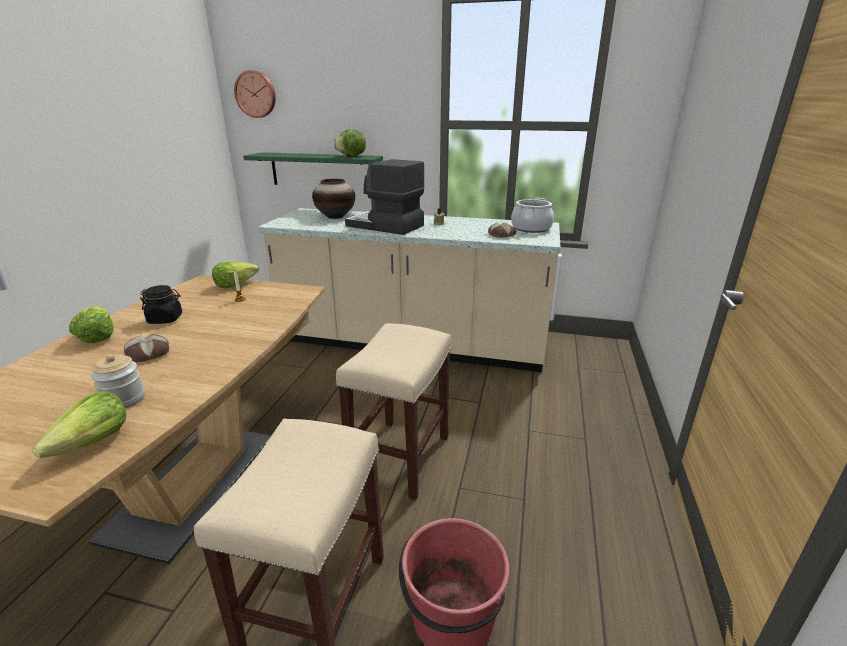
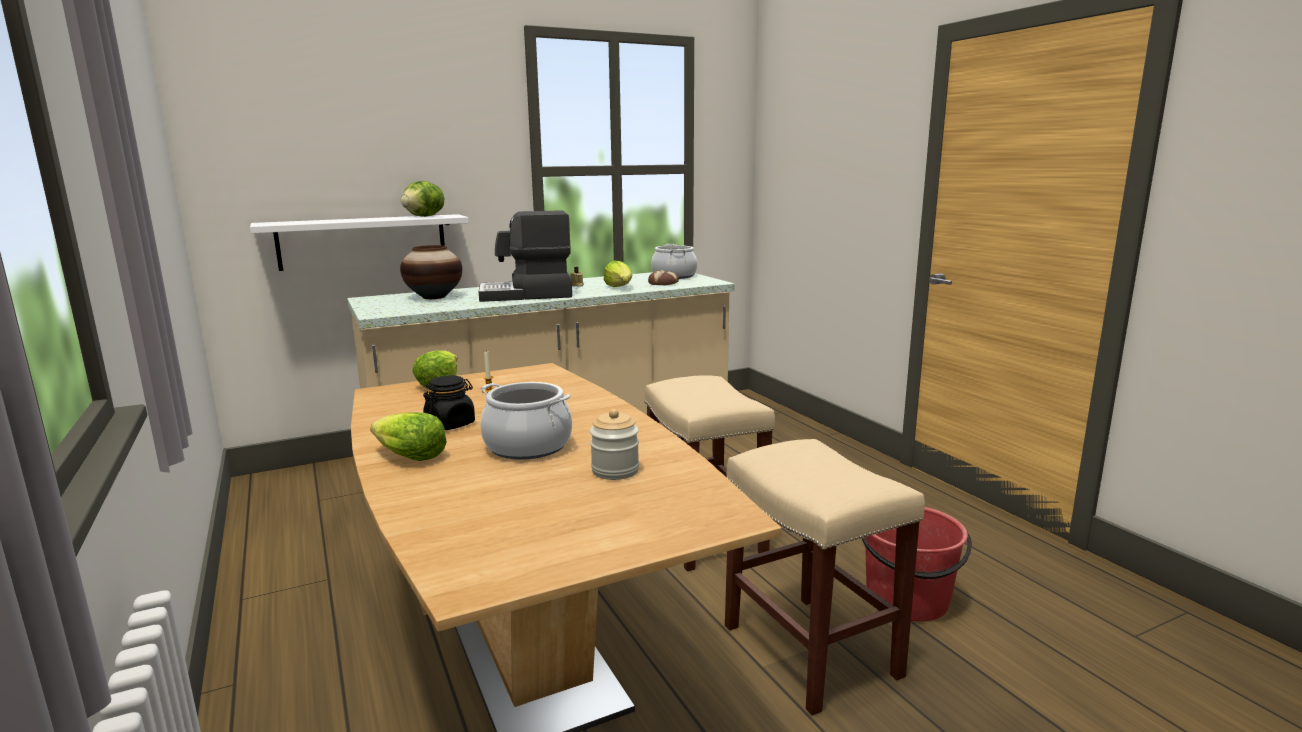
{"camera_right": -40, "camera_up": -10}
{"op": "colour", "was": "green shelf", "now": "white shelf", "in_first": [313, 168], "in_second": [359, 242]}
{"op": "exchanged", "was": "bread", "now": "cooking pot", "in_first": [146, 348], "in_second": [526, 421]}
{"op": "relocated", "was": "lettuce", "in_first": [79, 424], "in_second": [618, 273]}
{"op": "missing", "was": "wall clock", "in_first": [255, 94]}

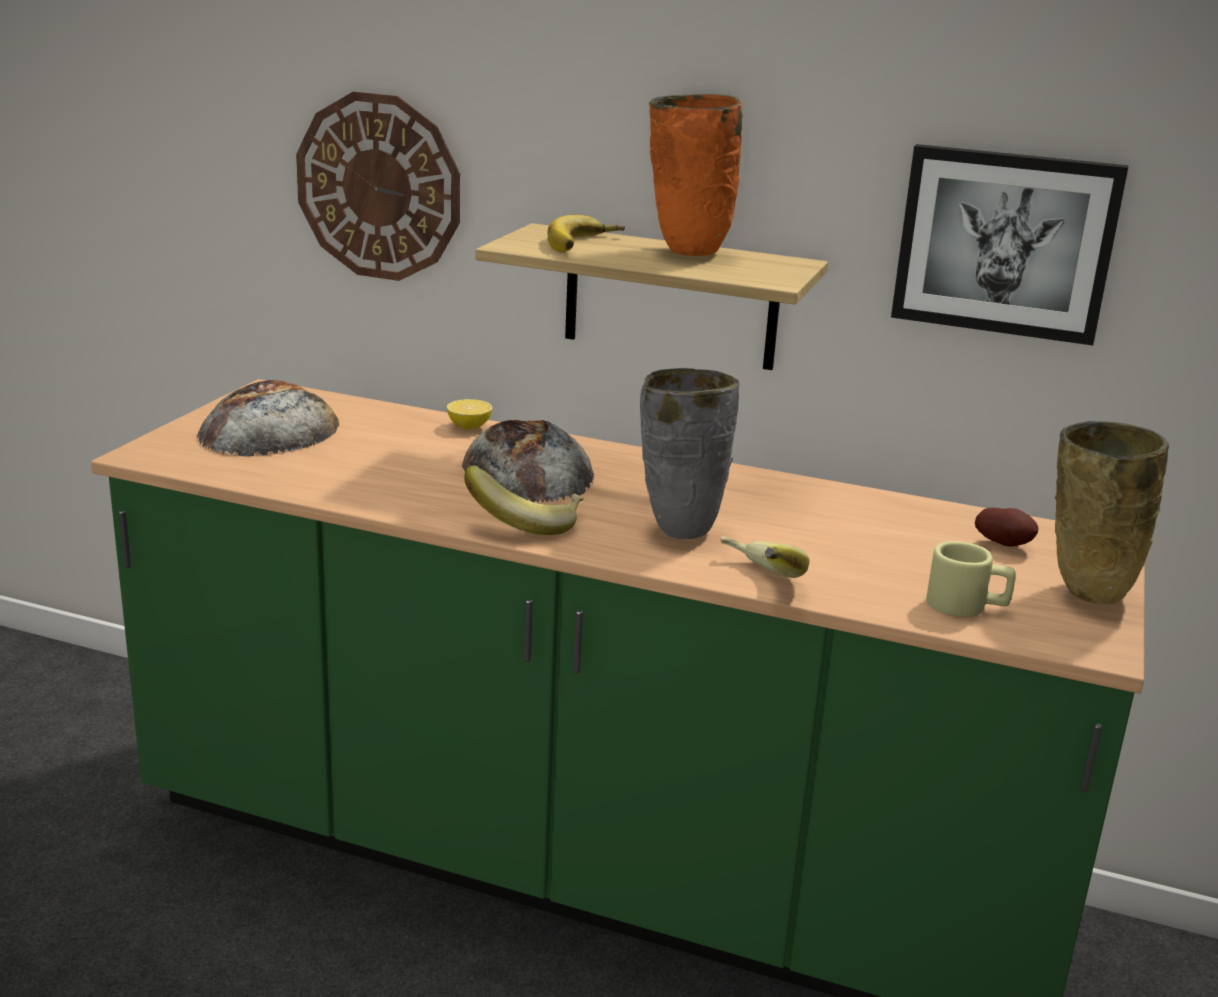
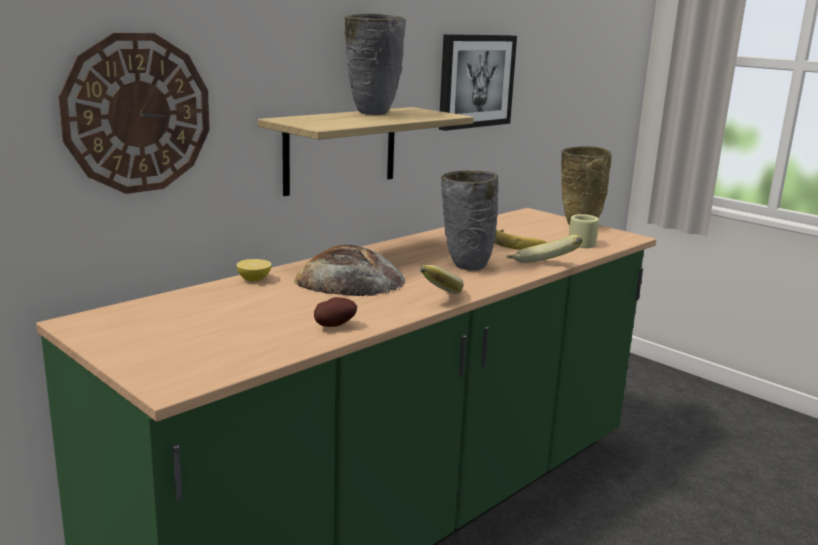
{"camera_right": -65, "camera_up": -5}
{"op": "relocated", "was": "potato", "in_first": [1006, 527], "in_second": [335, 312]}
{"op": "colour", "was": "orange vase", "now": "grey vase", "in_first": [695, 175], "in_second": [375, 64]}
{"op": "relocated", "was": "banana", "in_first": [586, 234], "in_second": [520, 239]}
{"op": "missing", "was": "bread", "in_first": [268, 418]}

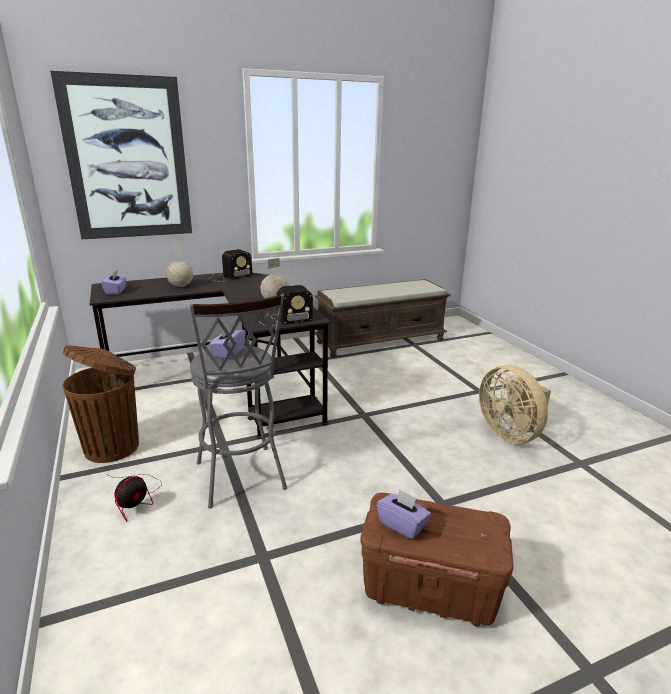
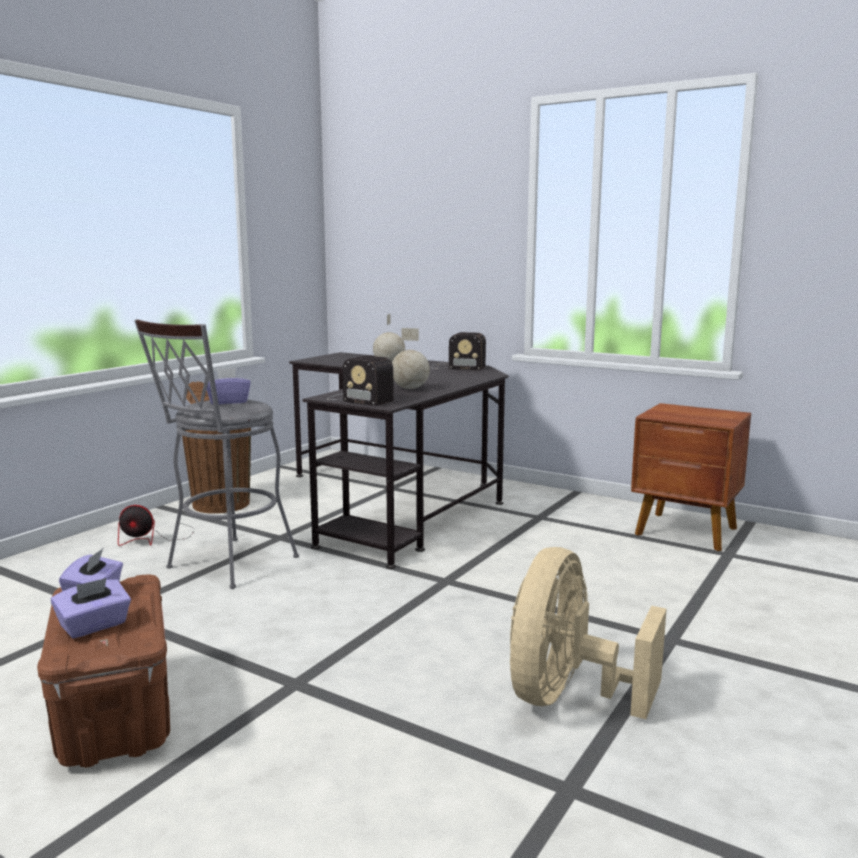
{"camera_right": 55, "camera_up": -10}
{"op": "relocated", "was": "purple tissue box", "in_first": [113, 282], "in_second": [91, 608]}
{"op": "exchanged", "was": "brown bench", "now": "brown nightstand", "in_first": [383, 318], "in_second": [691, 477]}
{"op": "missing", "was": "picture", "in_first": [121, 155]}

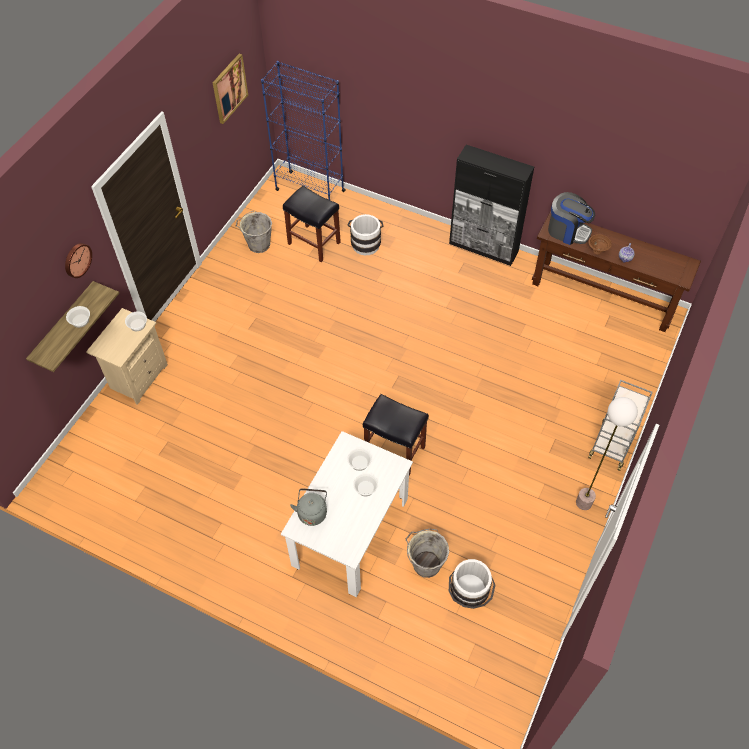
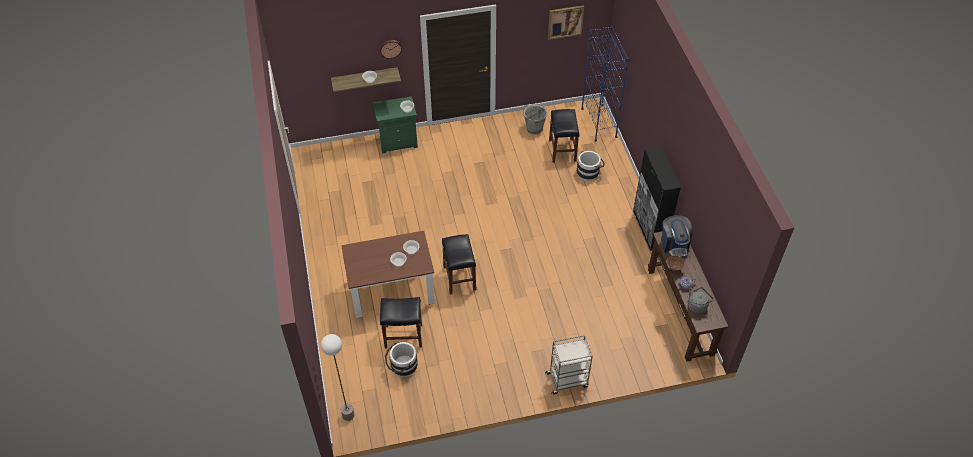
{"camera_right": 50, "camera_up": -5}
{"op": "relocated", "was": "floor lamp", "in_first": [607, 453], "in_second": [338, 377]}
{"op": "colour", "was": "white dining table", "now": "brown dining table", "in_first": [347, 514], "in_second": [388, 274]}
{"op": "colour", "was": "beige nightstand", "now": "green nightstand", "in_first": [127, 356], "in_second": [395, 125]}
{"op": "exchanged", "was": "grey bucket", "now": "black stool", "in_first": [427, 553], "in_second": [401, 323]}
{"op": "relocated", "was": "grey kettle", "in_first": [308, 507], "in_second": [701, 300]}

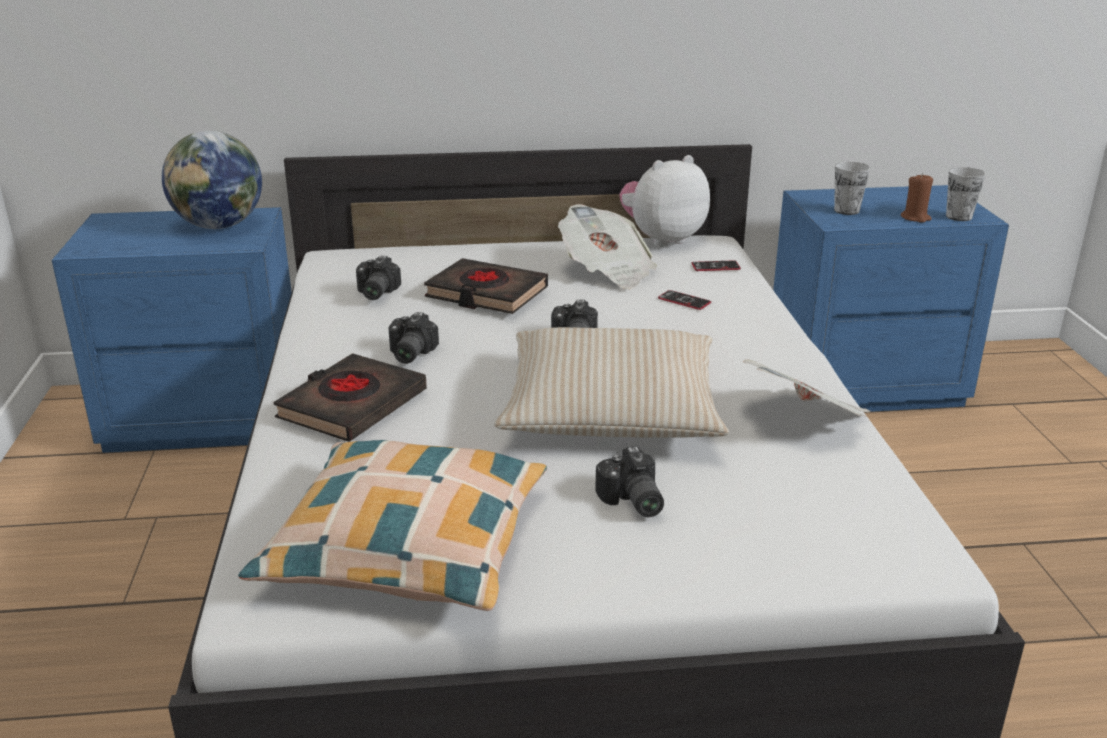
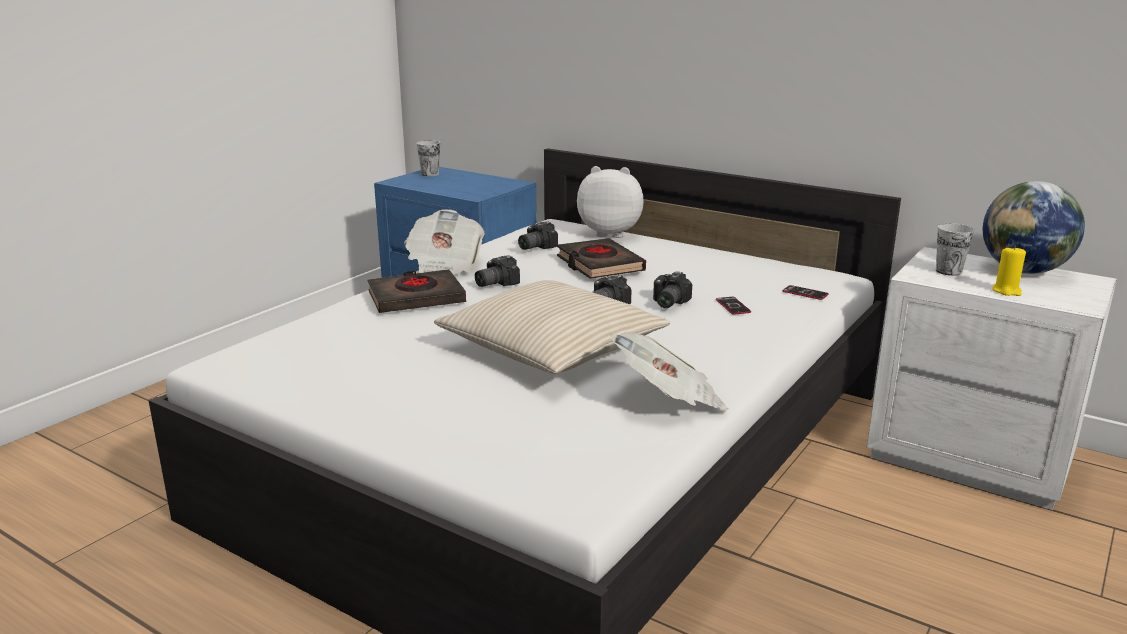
{"camera_right": 40, "camera_up": -5}
{"op": "relocated", "was": "newspaper", "in_first": [607, 246], "in_second": [444, 242]}
{"op": "relocated", "was": "cup", "in_first": [966, 194], "in_second": [428, 158]}
{"op": "relocated", "was": "plush toy", "in_first": [664, 201], "in_second": [610, 202]}
{"op": "relocated", "was": "photo camera", "in_first": [629, 481], "in_second": [672, 289]}
{"op": "colour", "was": "blue nightstand", "now": "white nightstand", "in_first": [891, 298], "in_second": [992, 378]}
{"op": "relocated", "was": "globe", "in_first": [212, 180], "in_second": [1034, 227]}
{"op": "colour", "was": "brown candle", "now": "yellow candle", "in_first": [917, 198], "in_second": [1009, 270]}
{"op": "missing", "was": "pillow", "in_first": [392, 525]}

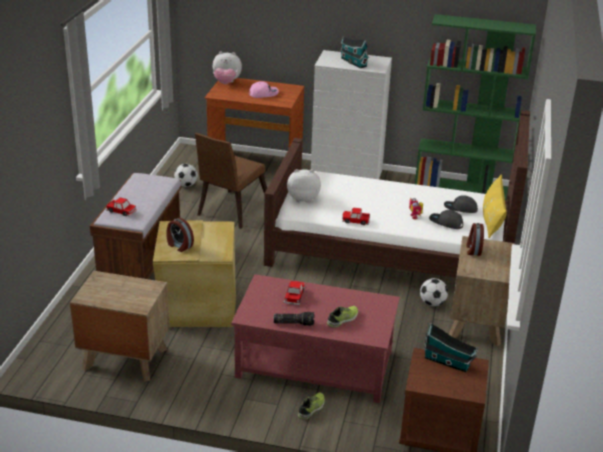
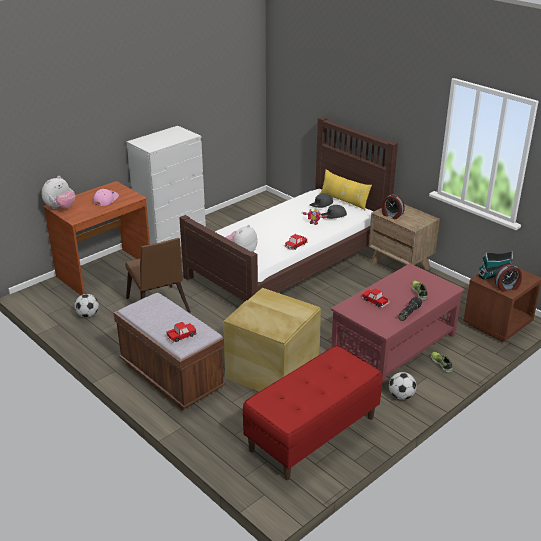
{"camera_right": -55, "camera_up": 0}
{"op": "exchanged", "was": "brown nightstand", "now": "red bench", "in_first": [120, 326], "in_second": [312, 412]}
{"op": "relocated", "was": "football", "in_first": [434, 292], "in_second": [402, 386]}
{"op": "relocated", "was": "alarm clock", "in_first": [180, 235], "in_second": [508, 278]}
{"op": "missing", "was": "toy house", "in_first": [354, 52]}
{"op": "missing", "was": "green bookcase", "in_first": [475, 107]}

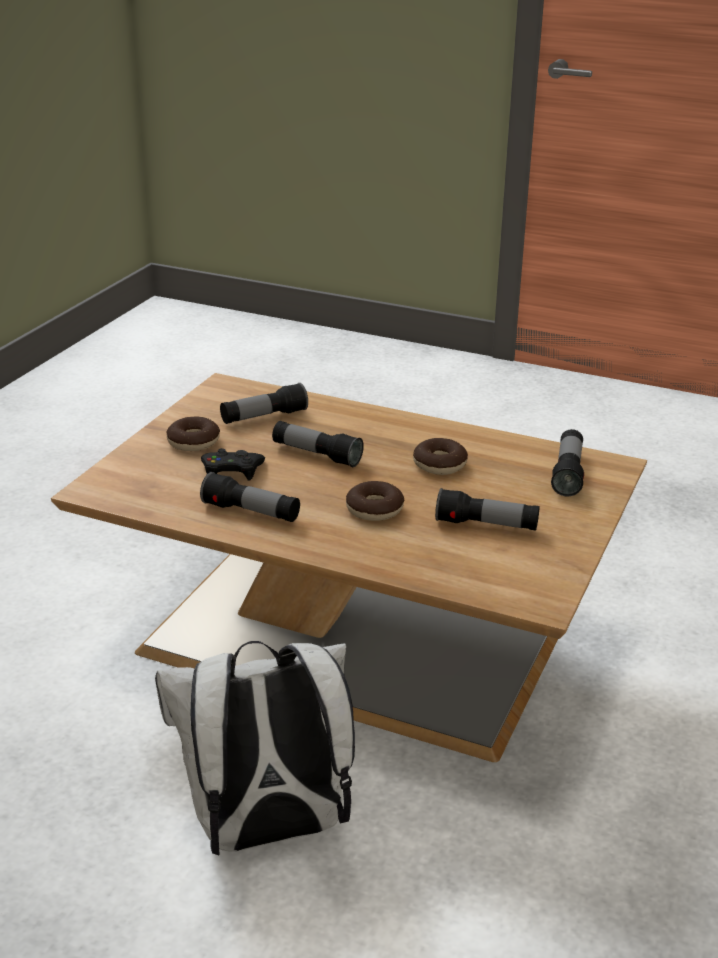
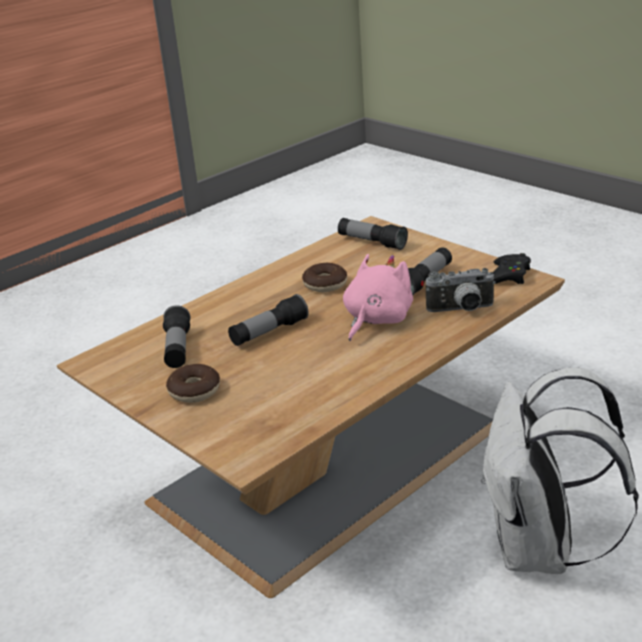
{"camera_right": -65, "camera_up": 0}
{"op": "exchanged", "was": "donut", "now": "pink plush toy", "in_first": [375, 501], "in_second": [378, 297]}
{"op": "appeared", "now": "photo camera", "in_second": [461, 290]}
{"op": "relocated", "was": "black game controller", "in_first": [233, 464], "in_second": [511, 268]}
{"op": "missing", "was": "flashlight", "in_first": [250, 497]}

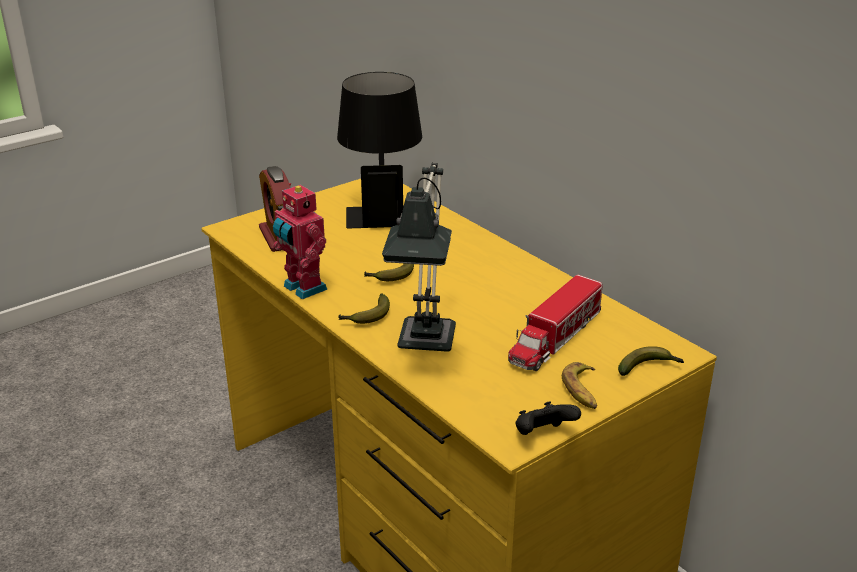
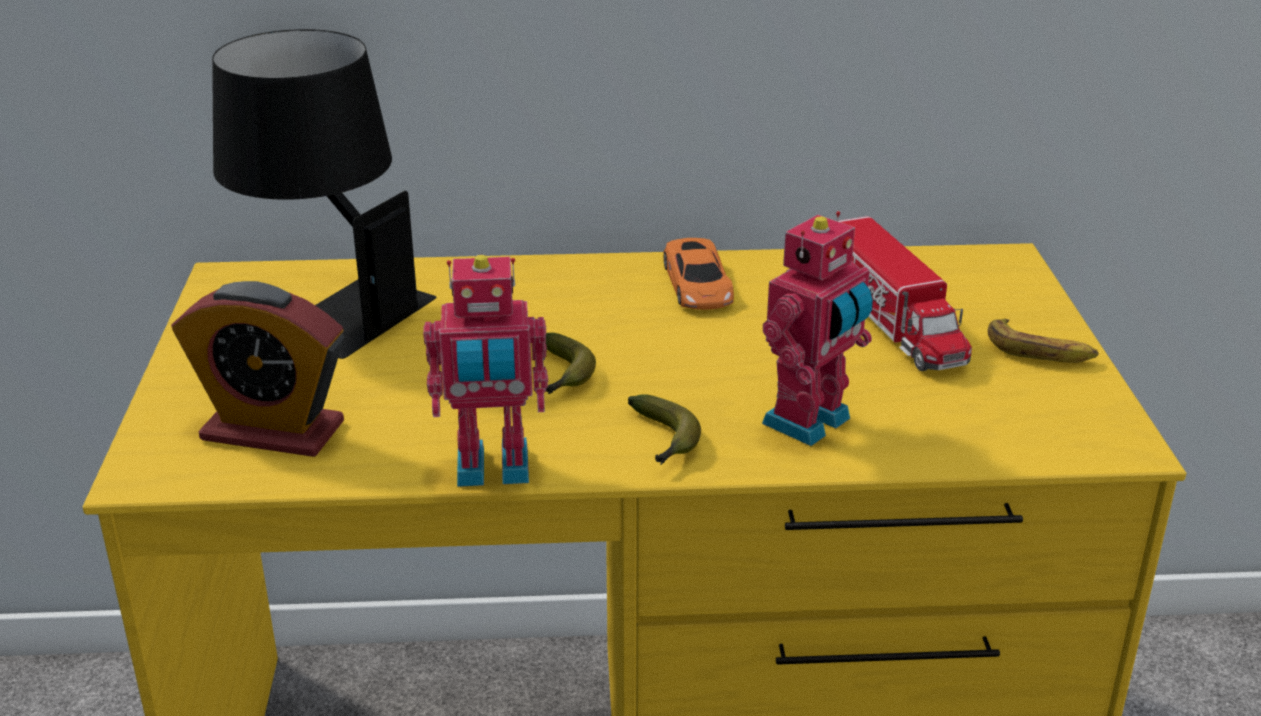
{"camera_right": -55, "camera_up": 0}
{"op": "appeared", "now": "orange toy car", "in_second": [698, 274]}
{"op": "exchanged", "was": "table lamp", "now": "toy robot", "in_first": [419, 257], "in_second": [817, 328]}
{"op": "missing", "was": "black game controller", "in_first": [548, 418]}
{"op": "missing", "was": "banana", "in_first": [651, 361]}

